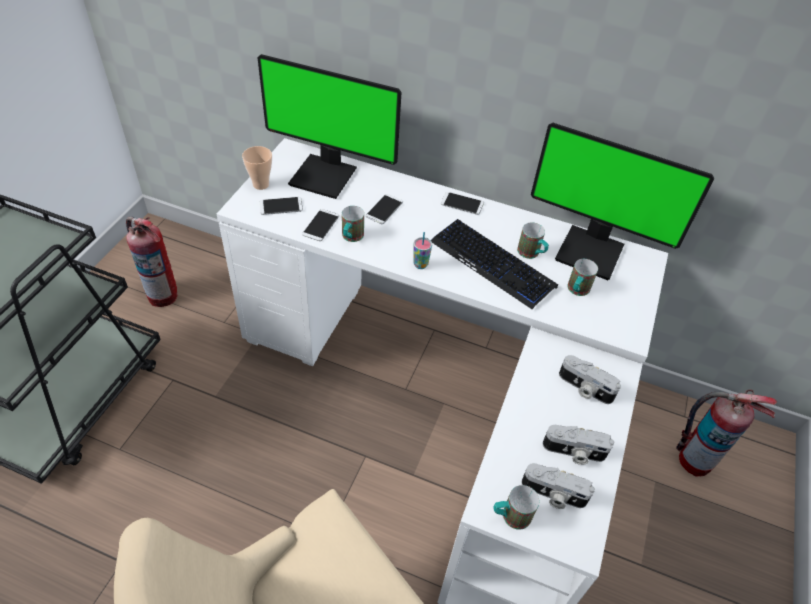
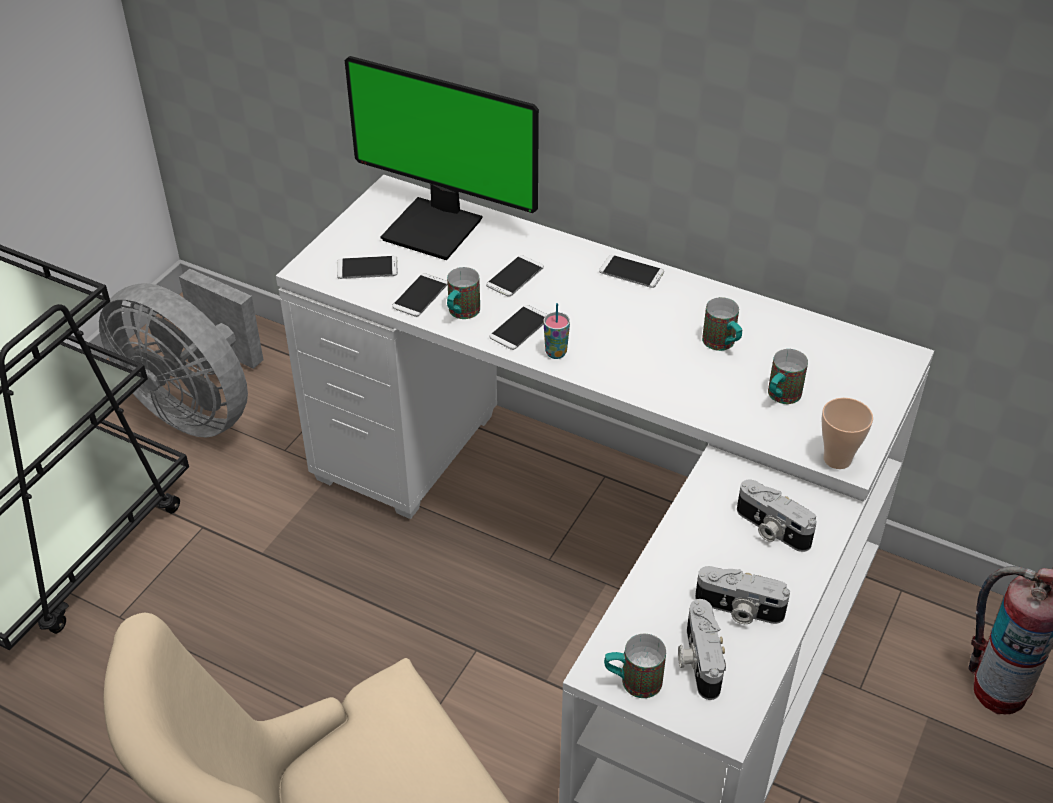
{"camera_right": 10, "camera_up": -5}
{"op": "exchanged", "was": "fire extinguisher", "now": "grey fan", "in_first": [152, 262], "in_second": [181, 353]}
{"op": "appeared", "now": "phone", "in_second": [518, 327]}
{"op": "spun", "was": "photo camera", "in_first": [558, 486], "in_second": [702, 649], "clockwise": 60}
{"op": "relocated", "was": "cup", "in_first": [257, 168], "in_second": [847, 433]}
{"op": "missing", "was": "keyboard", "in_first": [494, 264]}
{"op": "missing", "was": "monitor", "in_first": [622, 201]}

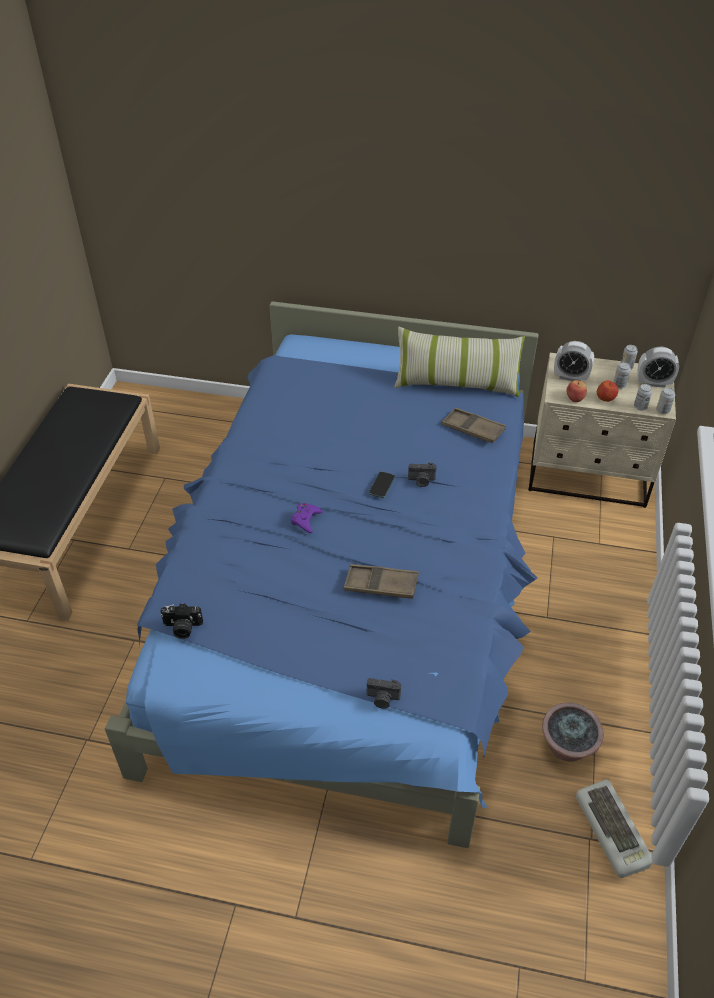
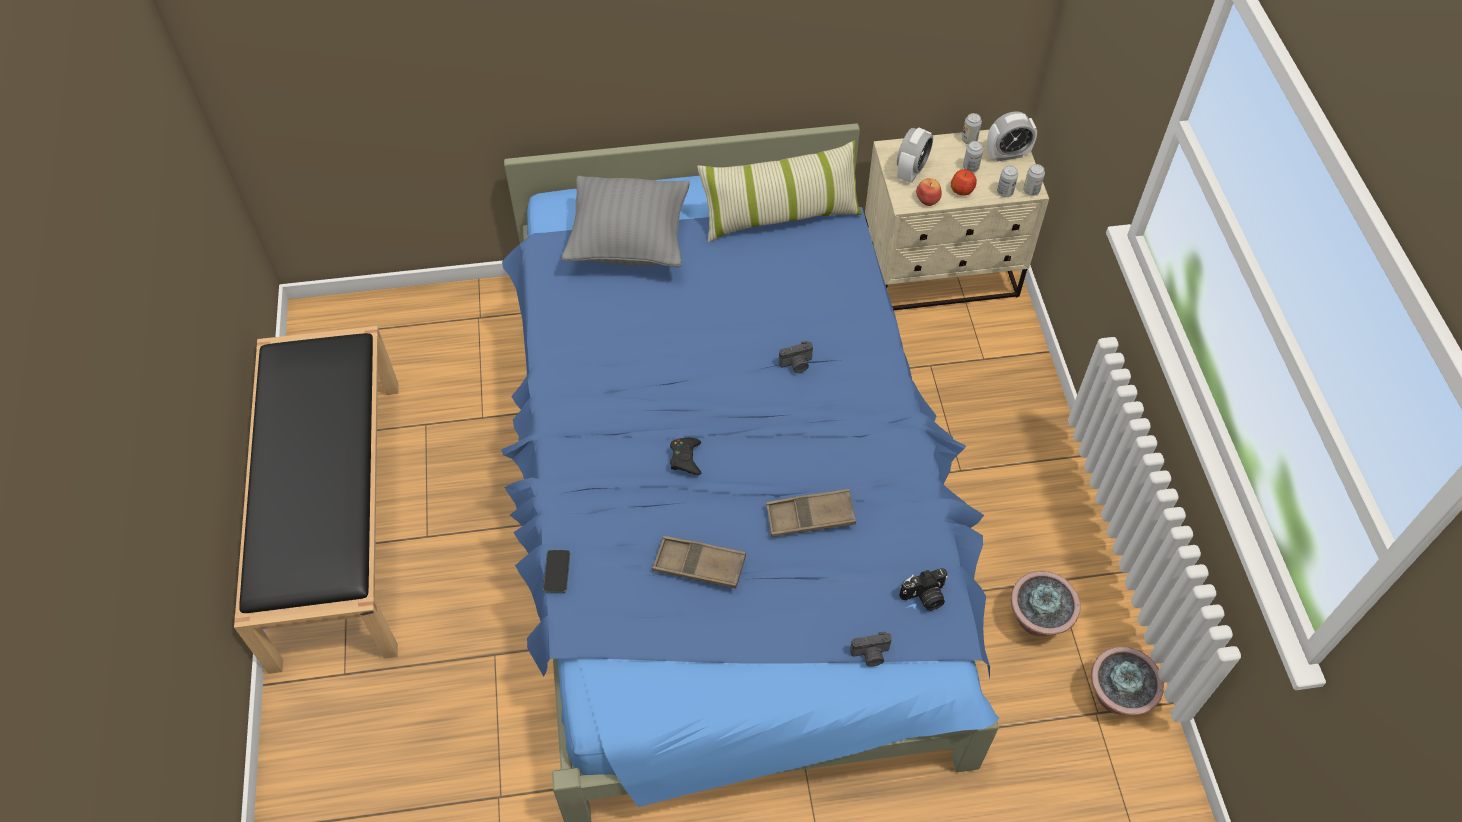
{"camera_right": -20, "camera_up": 10}
{"op": "relocated", "was": "phone", "in_first": [382, 484], "in_second": [556, 571]}
{"op": "appeared", "now": "grey pillow", "in_second": [625, 221]}
{"op": "relocated", "was": "brown tray", "in_first": [473, 425], "in_second": [699, 562]}
{"op": "colour", "was": "purple game controller", "now": "black game controller", "in_first": [307, 518], "in_second": [685, 456]}
{"op": "spun", "was": "alarm clock", "in_first": [574, 361], "in_second": [915, 155], "clockwise": -60}
{"op": "relocated", "was": "photo camera", "in_first": [181, 621], "in_second": [923, 589]}
{"op": "exchanged", "was": "keyboard", "now": "potted plant", "in_first": [614, 828], "in_second": [1127, 680]}

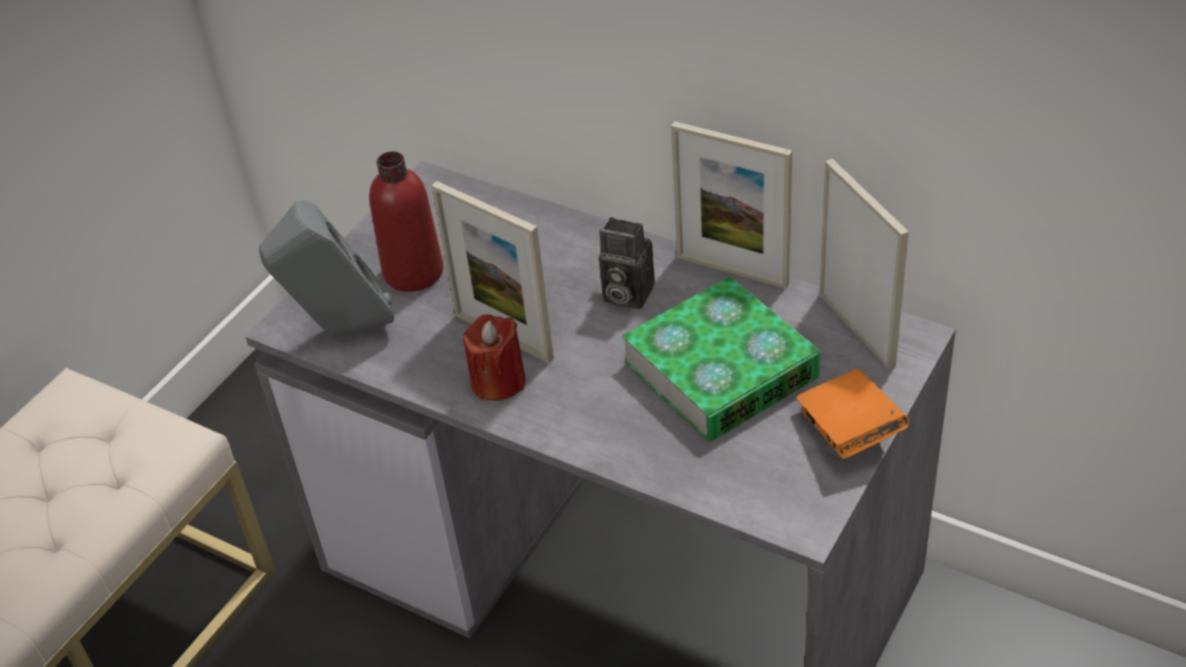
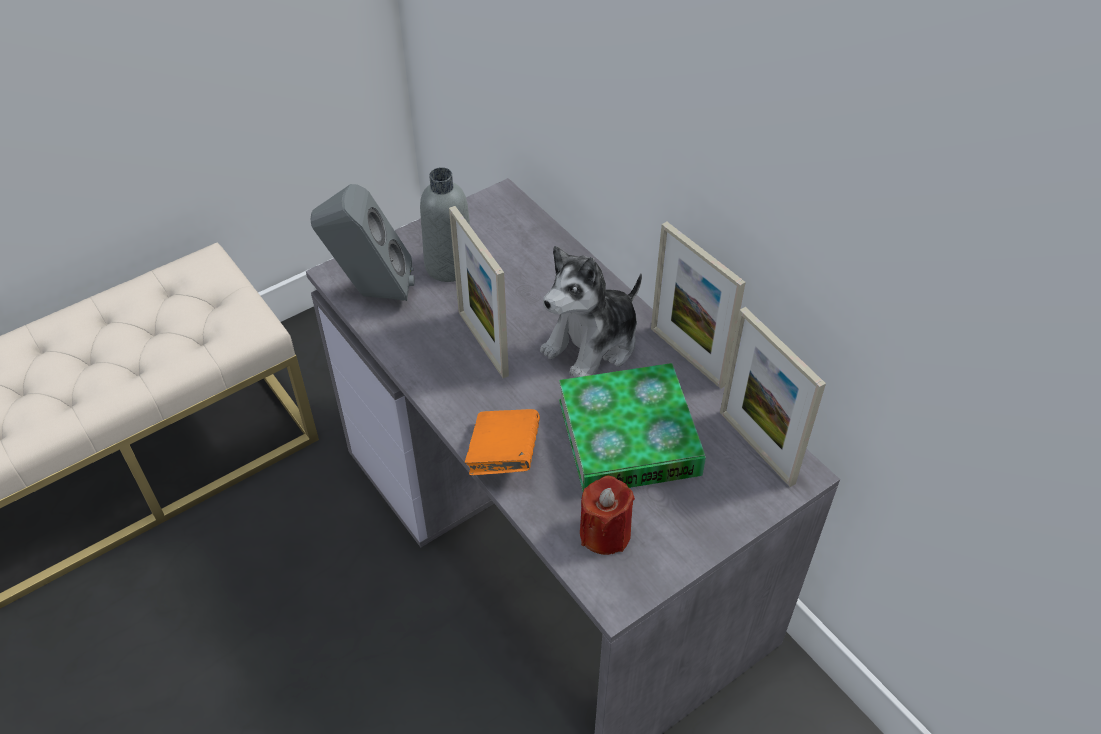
{"camera_right": 20, "camera_up": 5}
{"op": "colour", "was": "red bottle", "now": "grey bottle", "in_first": [406, 221], "in_second": [445, 224]}
{"op": "relocated", "was": "orange book", "in_first": [852, 414], "in_second": [502, 442]}
{"op": "exchanged", "was": "photo camera", "now": "plush toy", "in_first": [627, 263], "in_second": [591, 312]}
{"op": "relocated", "was": "red candle", "in_first": [494, 357], "in_second": [607, 515]}
{"op": "spun", "was": "picture frame", "in_first": [864, 264], "in_second": [773, 397], "clockwise": 150}

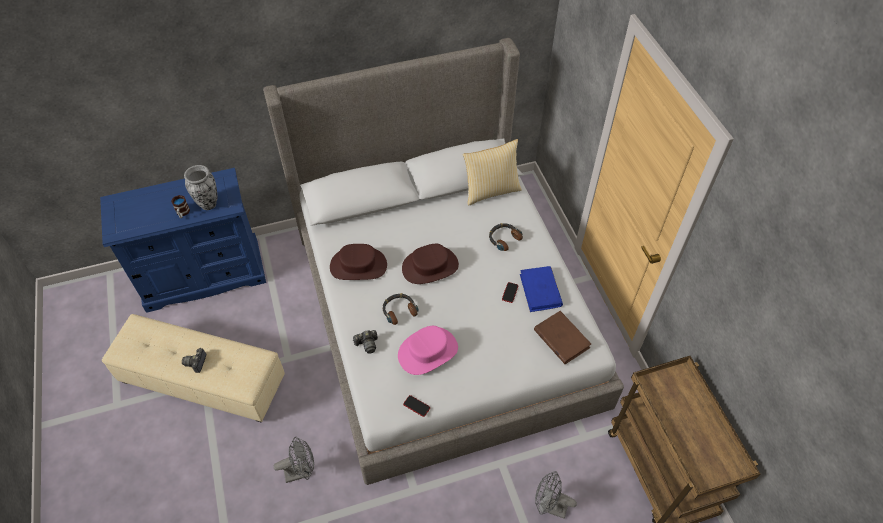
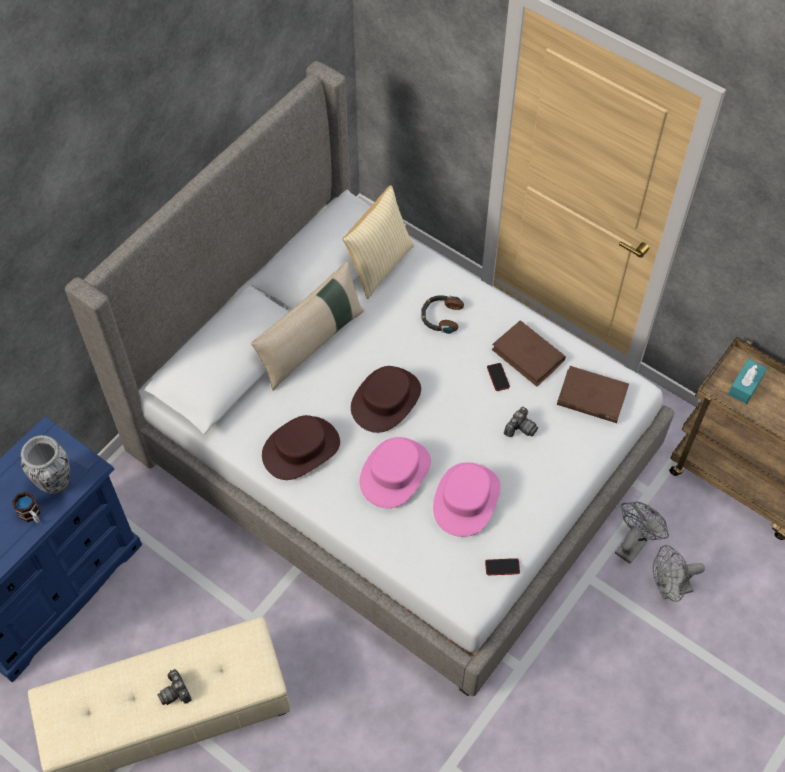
{"camera_right": -35, "camera_up": 5}
{"op": "appeared", "now": "beige pillow", "in_second": [307, 326]}
{"op": "exchanged", "was": "headphones", "now": "pink hat", "in_first": [401, 309], "in_second": [395, 472]}
{"op": "colour", "was": "blue book", "now": "brown book", "in_first": [541, 289], "in_second": [529, 353]}
{"op": "relocated", "was": "photo camera", "in_first": [365, 342], "in_second": [521, 422]}
{"op": "relocated", "was": "grey fan", "in_first": [294, 460], "in_second": [642, 533]}
{"op": "appeared", "now": "turquoise tissue box", "in_second": [747, 381]}

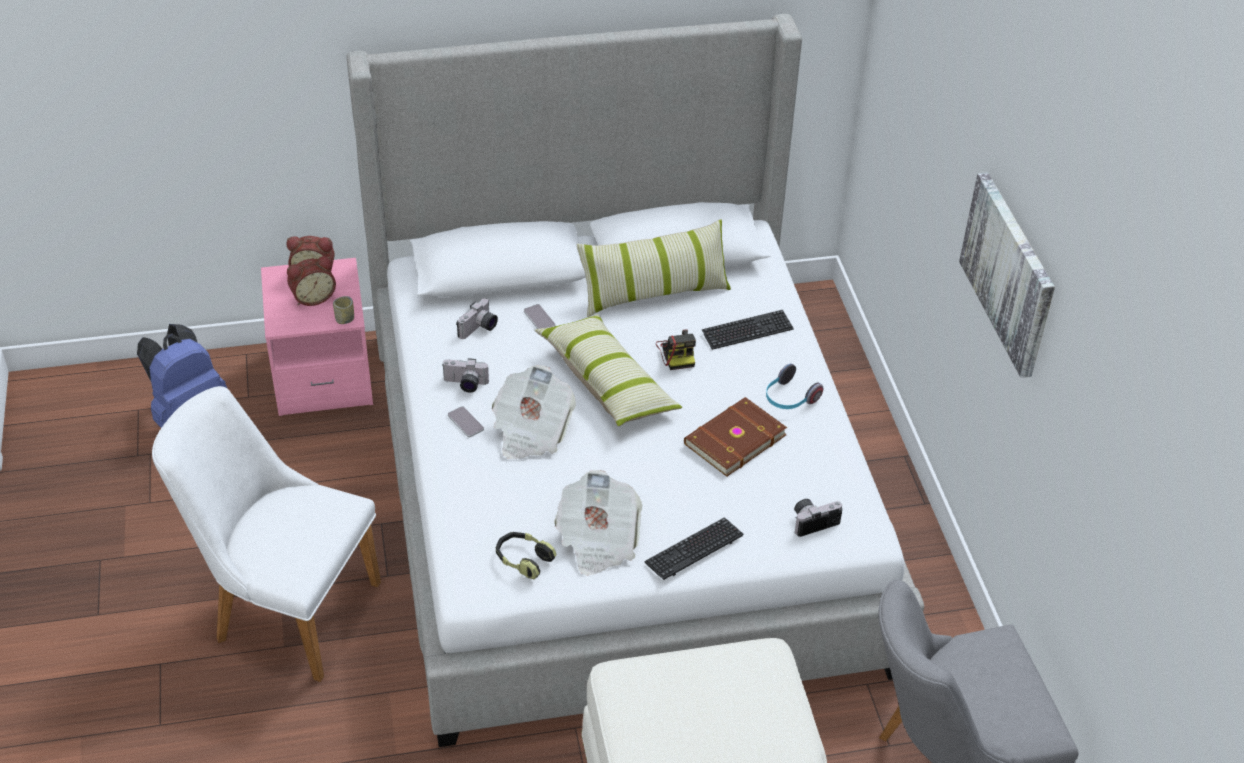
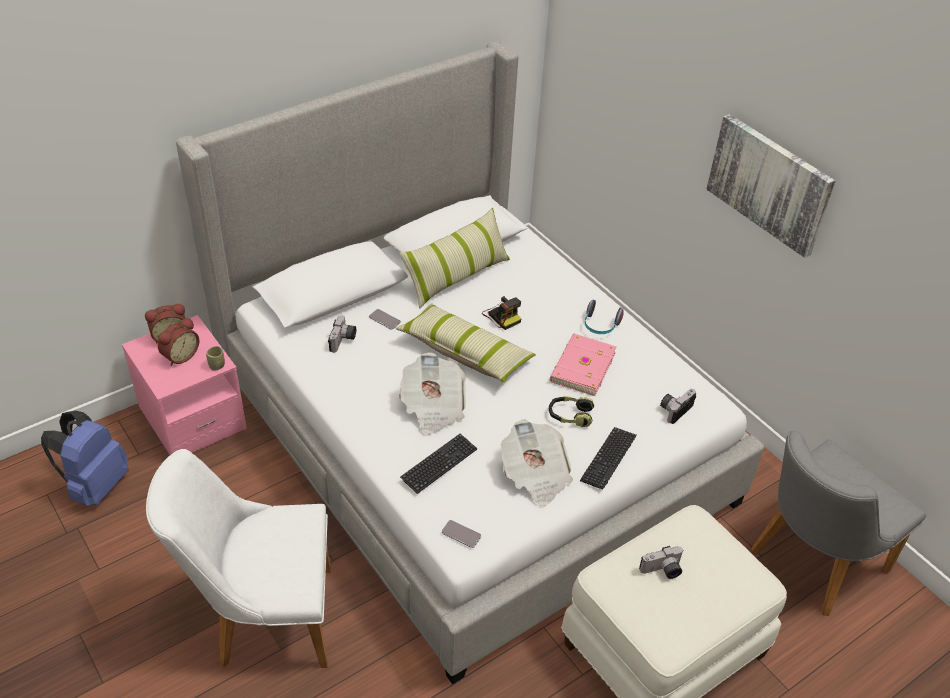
{"camera_right": -25, "camera_up": 0}
{"op": "relocated", "was": "keyboard", "in_first": [748, 330], "in_second": [438, 464]}
{"op": "relocated", "was": "phone", "in_first": [466, 421], "in_second": [461, 534]}
{"op": "relocated", "was": "headphones", "in_first": [526, 555], "in_second": [571, 411]}
{"op": "colour", "was": "brown book", "now": "pink book", "in_first": [735, 437], "in_second": [583, 365]}
{"op": "relocated", "was": "photo camera", "in_first": [465, 375], "in_second": [661, 562]}

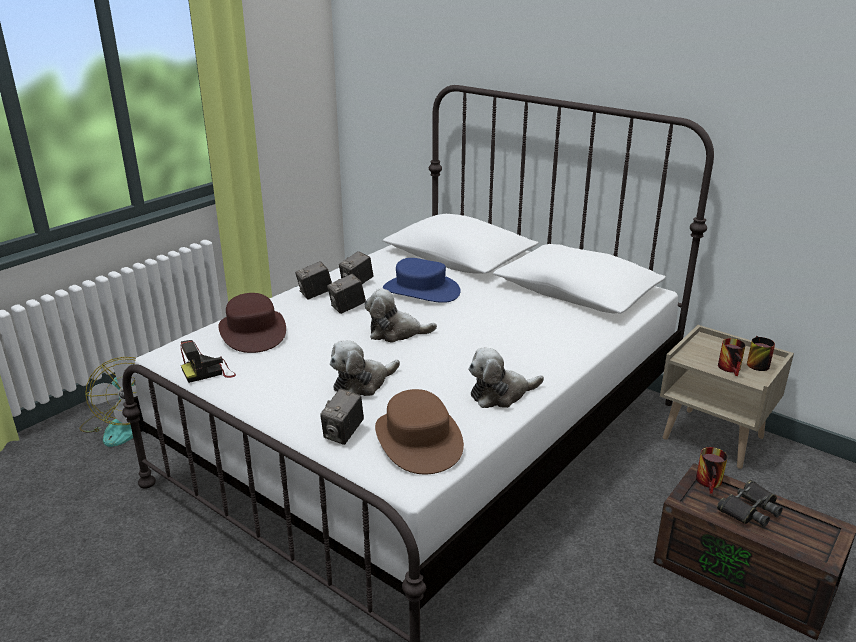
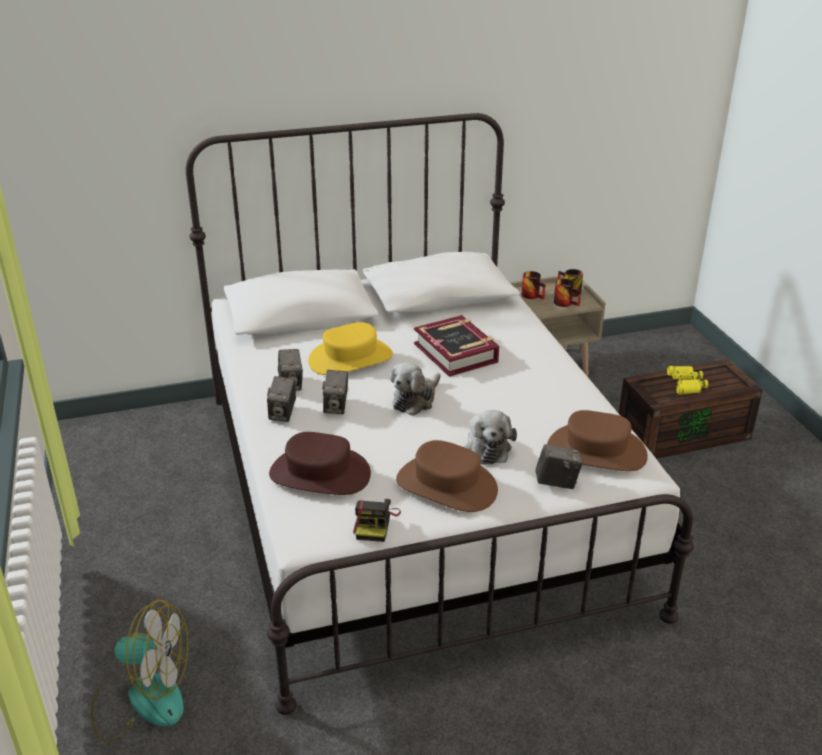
{"camera_right": -55, "camera_up": 5}
{"op": "colour", "was": "blue hat", "now": "yellow hat", "in_first": [422, 280], "in_second": [350, 348]}
{"op": "appeared", "now": "brown hat", "in_second": [447, 476]}
{"op": "appeared", "now": "book", "in_second": [456, 346]}
{"op": "relocated", "was": "mug", "in_first": [712, 470], "in_second": [533, 285]}
{"op": "spun", "was": "photo camera", "in_first": [342, 416], "in_second": [559, 466], "clockwise": -60}
{"op": "colour", "was": "black binoculars", "now": "yellow binoculars", "in_first": [750, 503], "in_second": [687, 380]}
{"op": "missing", "was": "plush toy", "in_first": [506, 377]}

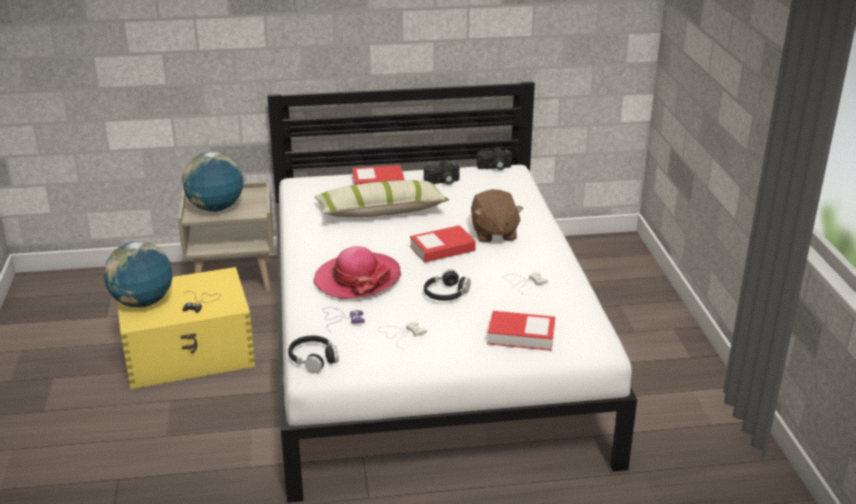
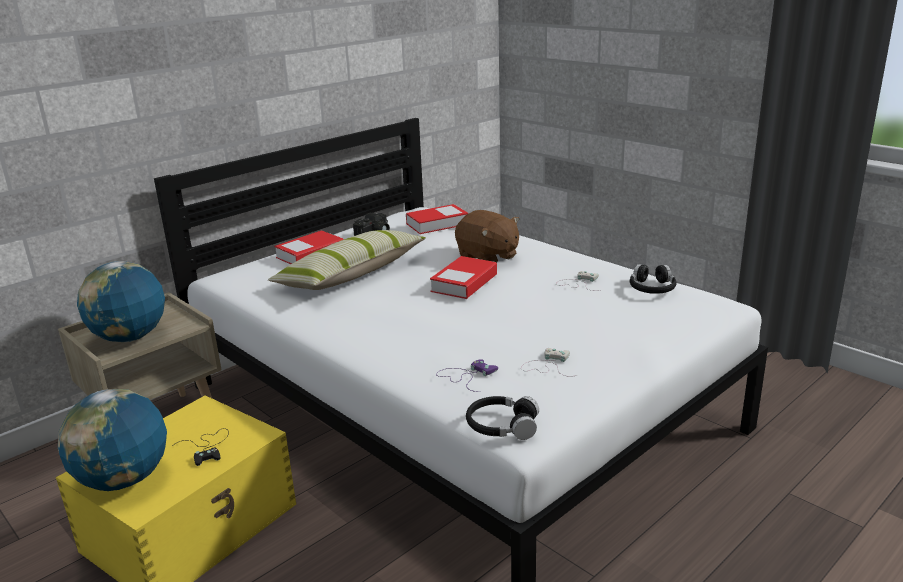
{"camera_right": -35, "camera_up": -5}
{"op": "relocated", "was": "book", "in_first": [521, 331], "in_second": [437, 219]}
{"op": "relocated", "was": "black headphones", "in_first": [447, 285], "in_second": [653, 279]}
{"op": "missing", "was": "hat", "in_first": [357, 272]}
{"op": "missing", "was": "photo camera", "in_first": [494, 158]}

